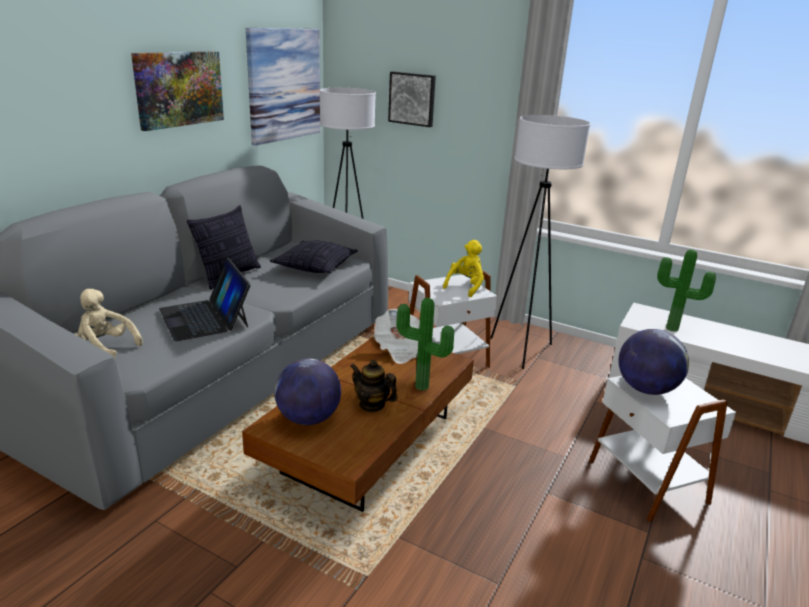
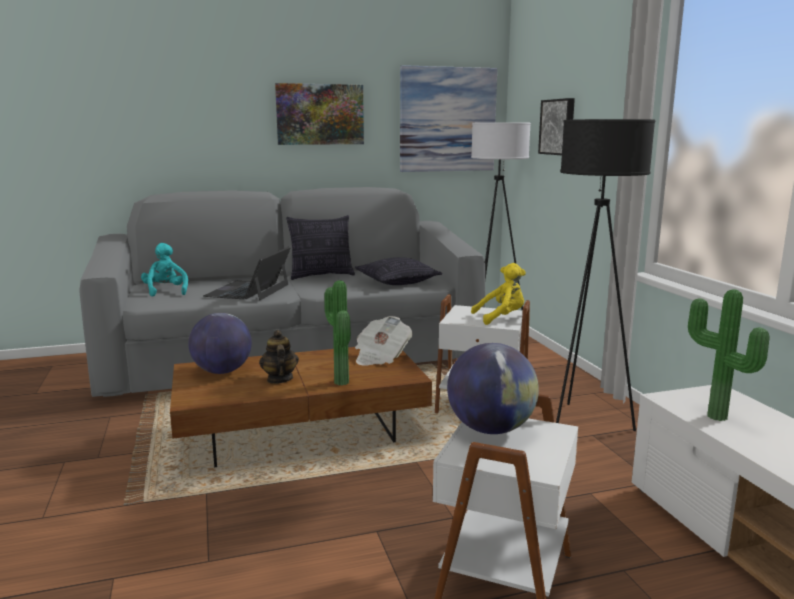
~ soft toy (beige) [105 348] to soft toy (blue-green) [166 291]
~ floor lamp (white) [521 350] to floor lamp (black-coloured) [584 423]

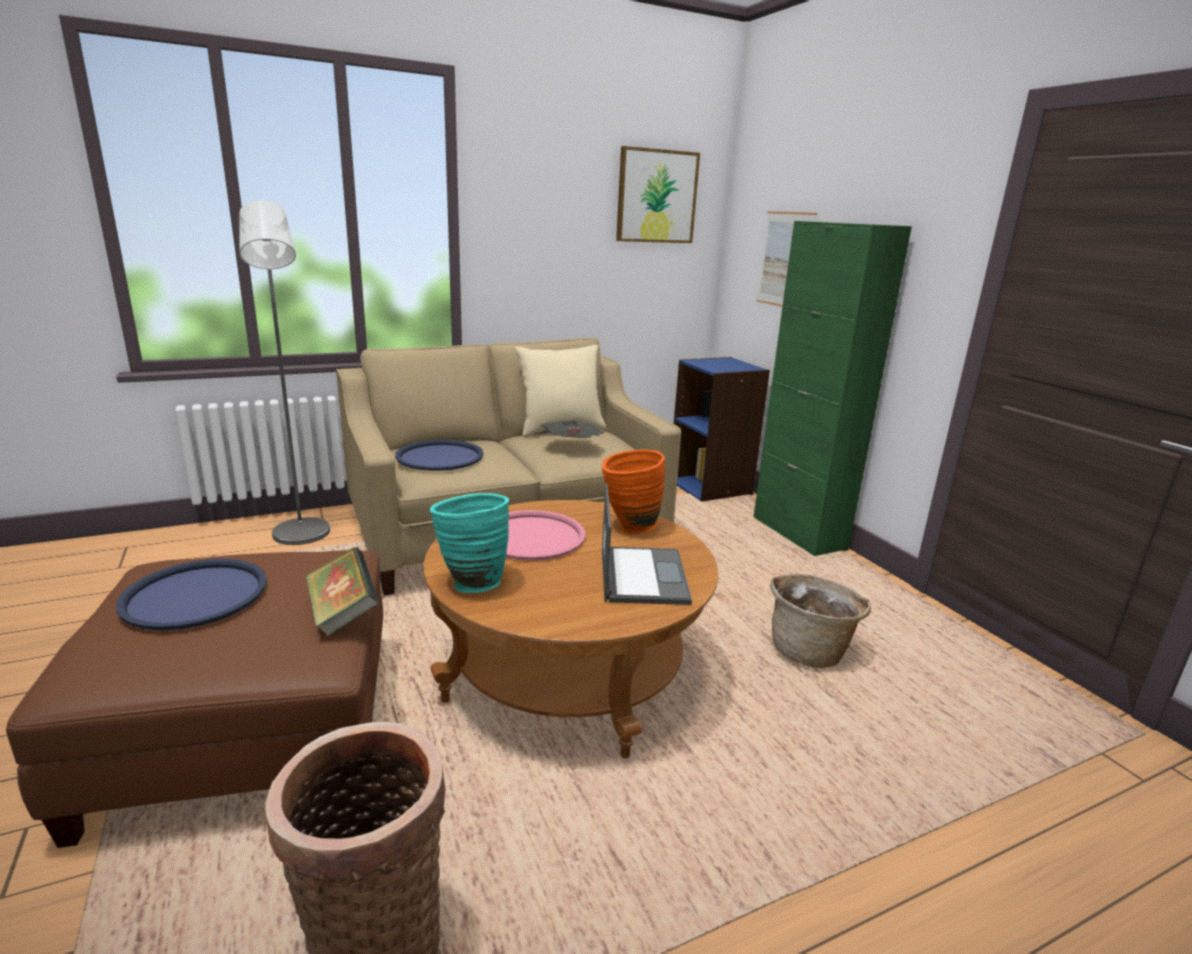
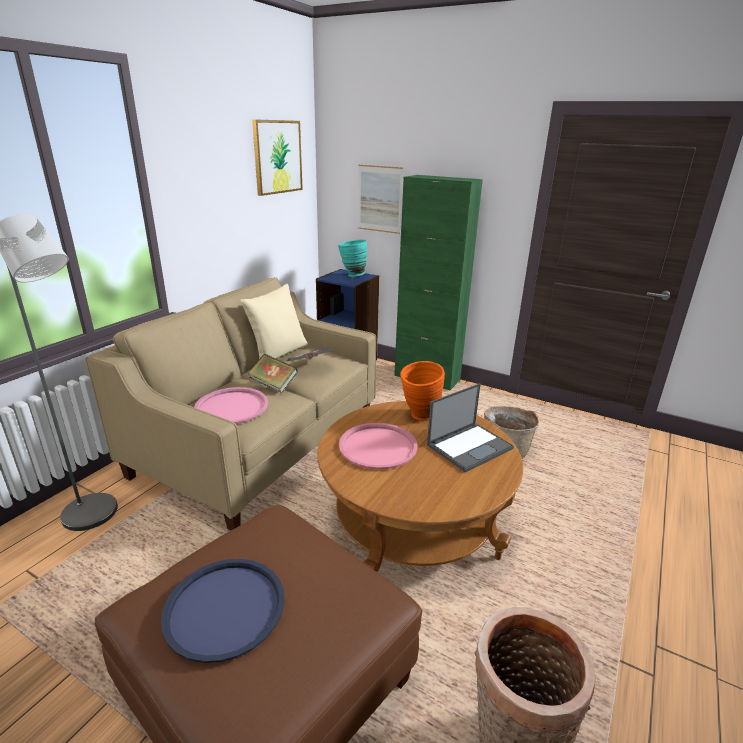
~ bound book [343 613] to [273 385]
~ tray (bluish) [440 457] to tray (pinkish) [232 407]
~ vase (blue-green) [471 582] to [352 275]
~ notebook computer [642 575] = [470 446] 90 degrees clockwise

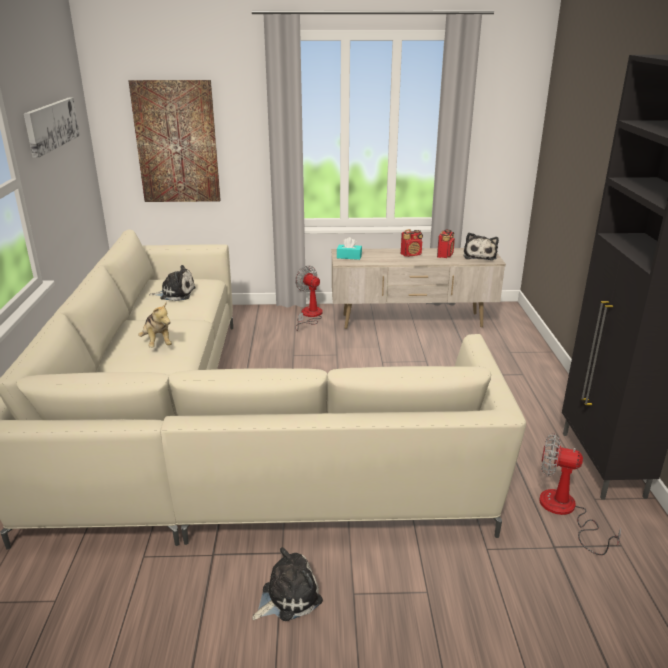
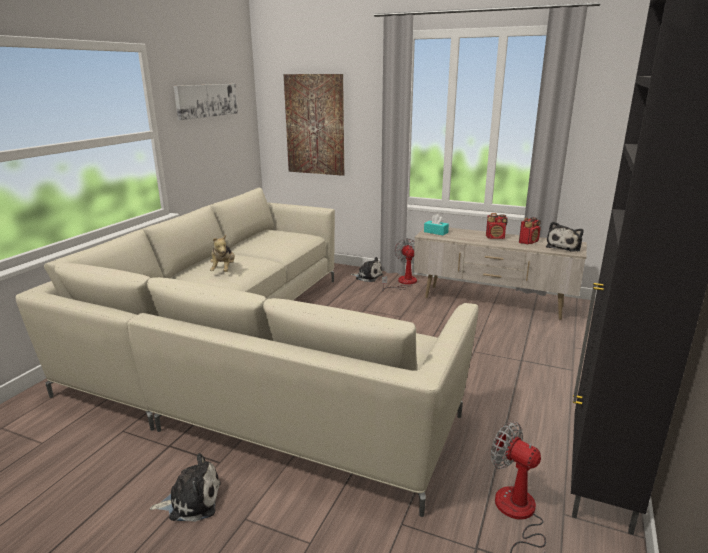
~ soft toy [175 294] to [367 276]

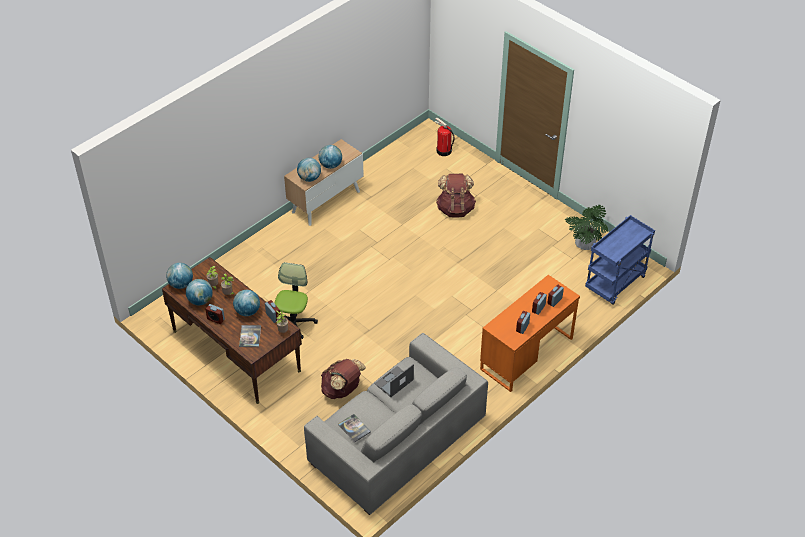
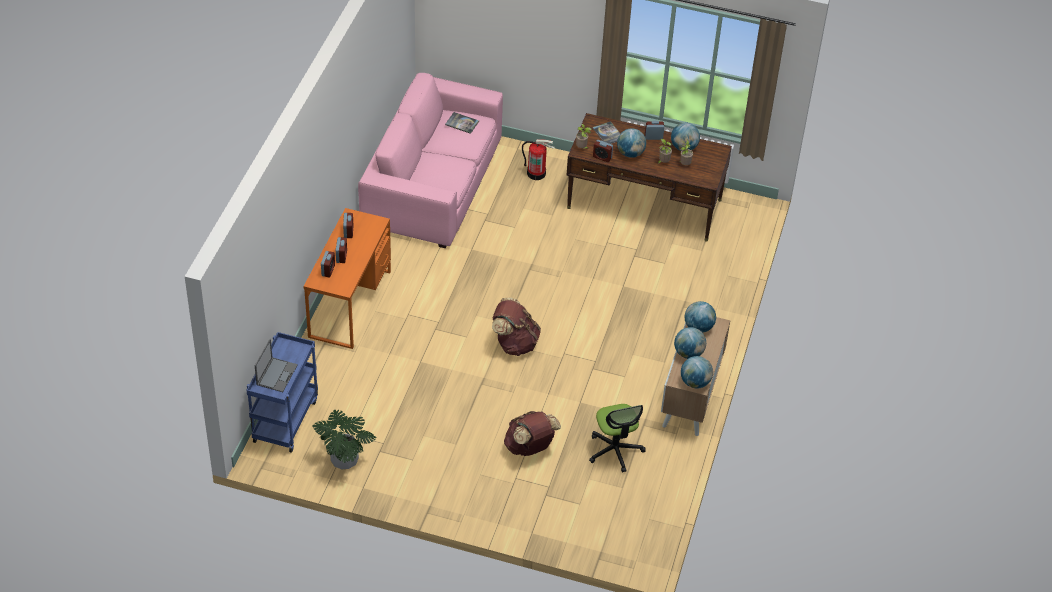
~ desk globe [181 284] to [695 382]
~ desk chair [293 323] to [615 450]
~ sofa (greyish) [396 440] to sofa (pinkish) [432 182]
~ rucksack (brown-coloured) [342 390] to [515 343]
~ notebook computer [394 382] to [277 374]
~ fire extinguisher [443 151] to [536 173]

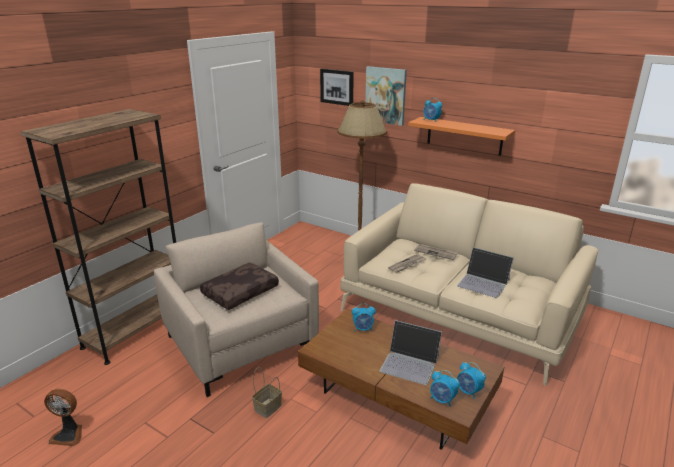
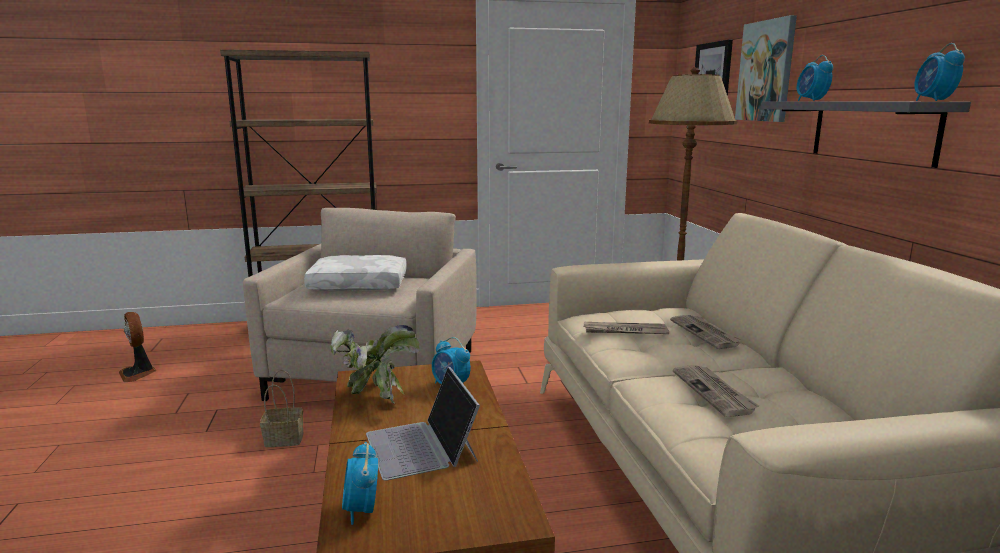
~ pillow (brown-coloured) [240 292] to pillow (white) [360 284]
~ bracket shelf (orangey) [464 136] to bracket shelf (greyish) [873 130]
~ notebook computer [483 283] to printed paper [714 392]
~ bedside clock [468 391] to [933 101]
+ houseplant [374 396]

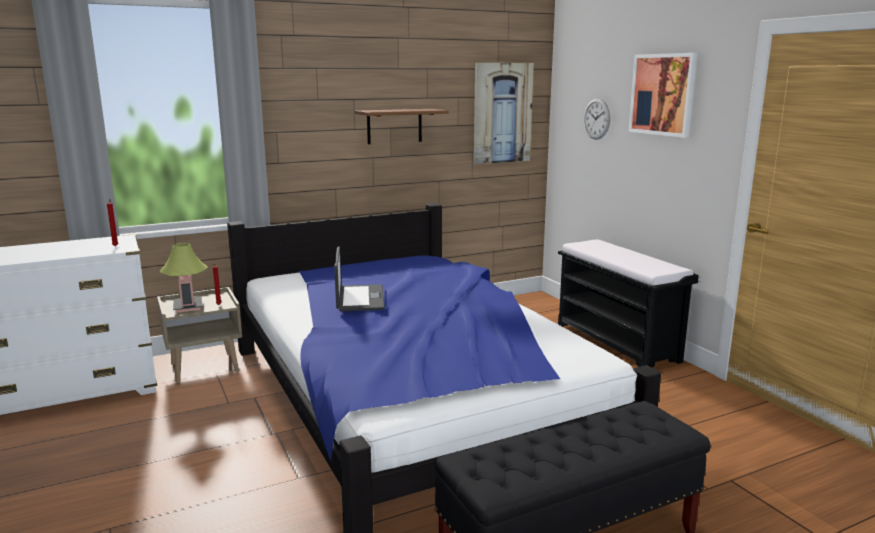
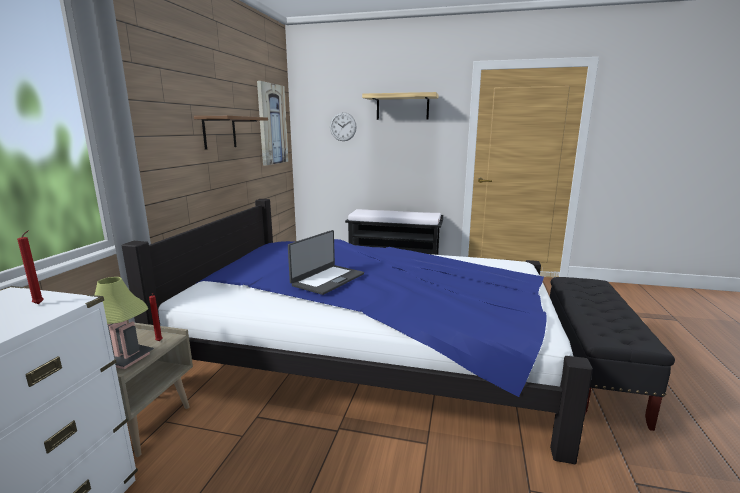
~ notebook computer [359 298] = [327 279] 90 degrees clockwise
~ picture [662 94] to bracket shelf [402 107]

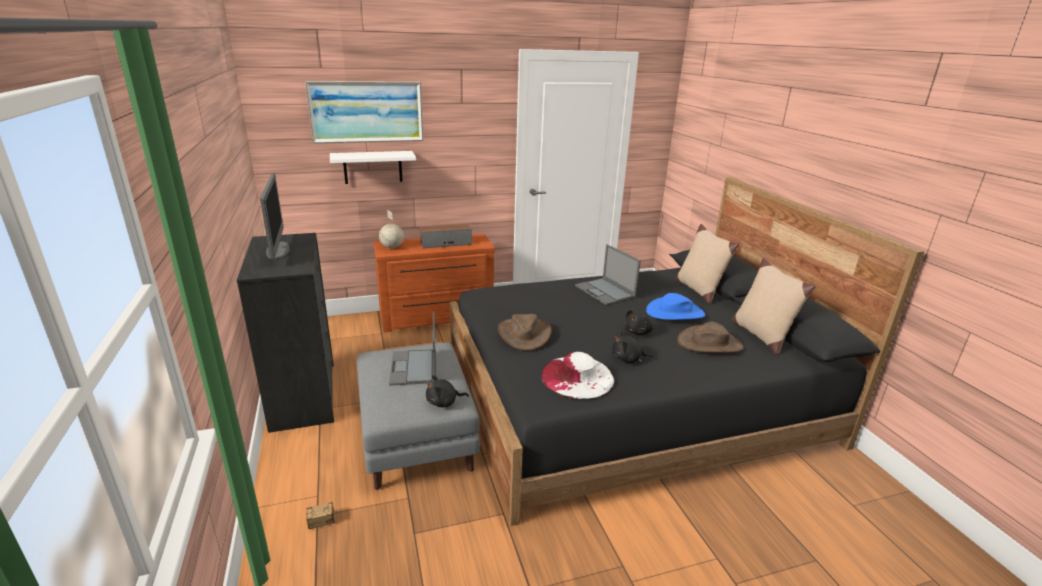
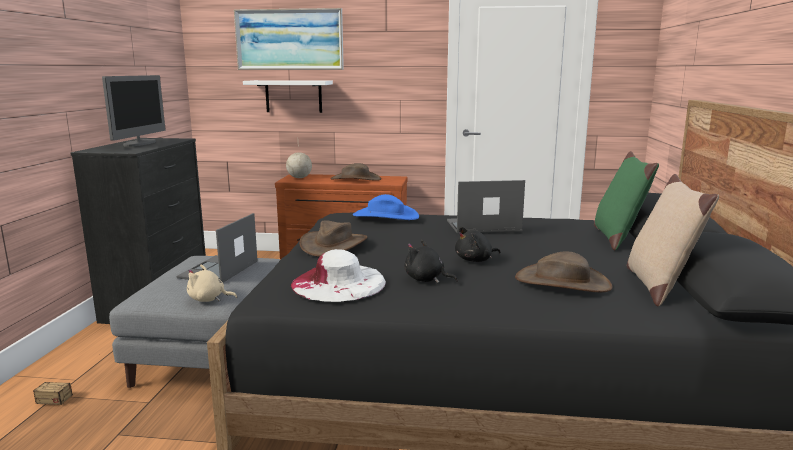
~ loudspeaker [445 243] to wearable hat (brown-coloured) [355 179]
~ soft toy (black-coloured) [444 402] to soft toy (beige) [208 299]
~ notebook computer [605 291] = [482 226] 90 degrees clockwise
~ wearable hat (bluish) [675 313] to [385 216]
~ pillow (beige) [699 290] to pillow (green) [617 238]

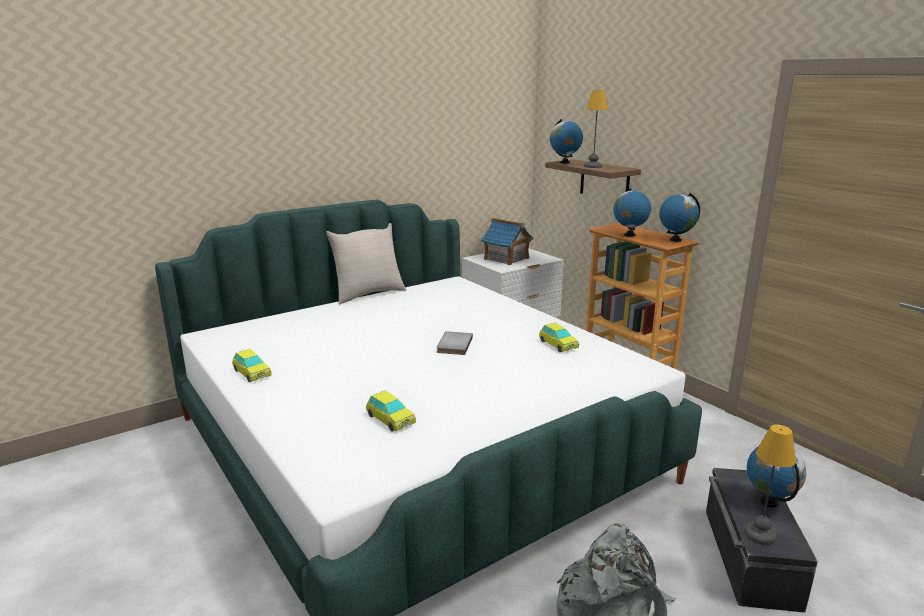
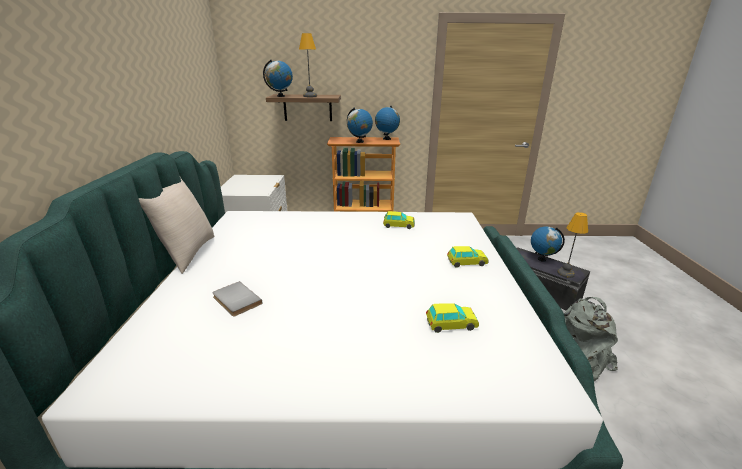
~ model car [252 373] to [466 262]
~ bound book (greyish) [453 345] to [235 301]
- model house [506 258]

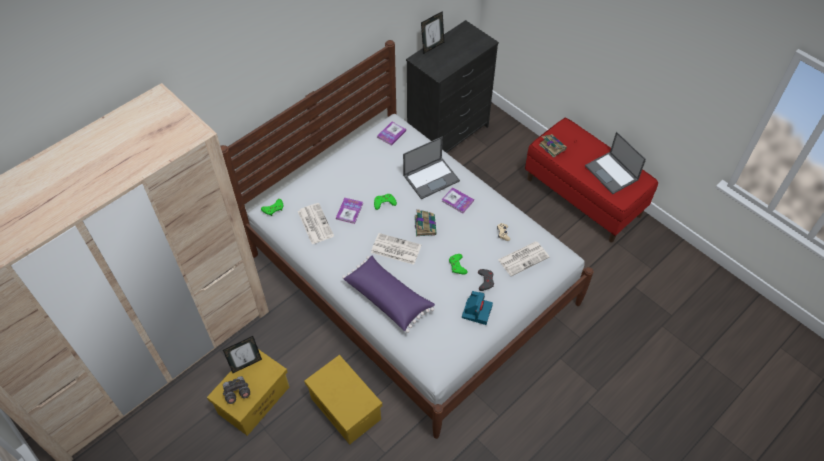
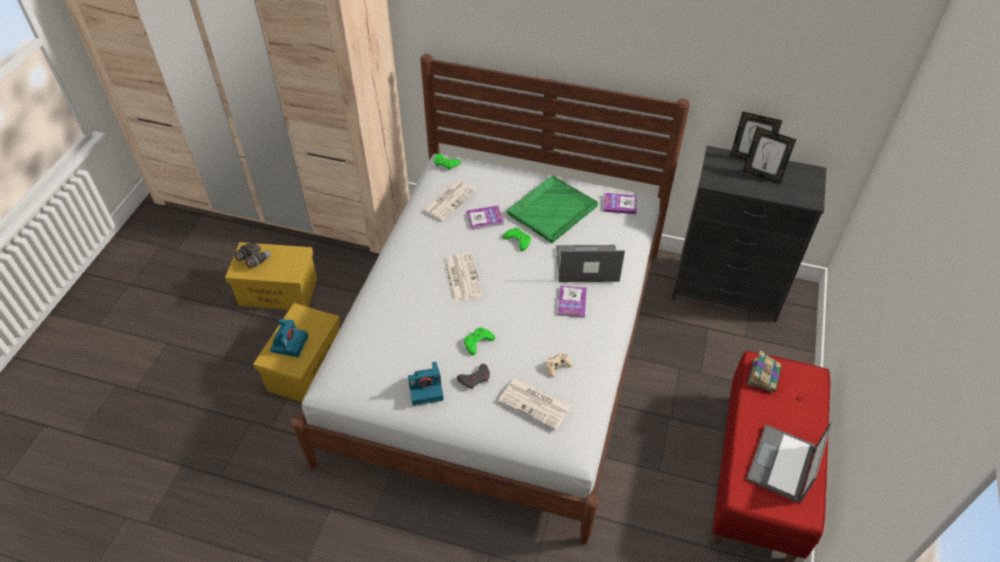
~ standing frame [246 364] to [762 175]
- pillow (purplish) [388 298]
~ notebook computer [431 178] = [586 264] 150 degrees clockwise
- bound book [425 225]
+ still camera [289 343]
+ tray (green) [551 210]

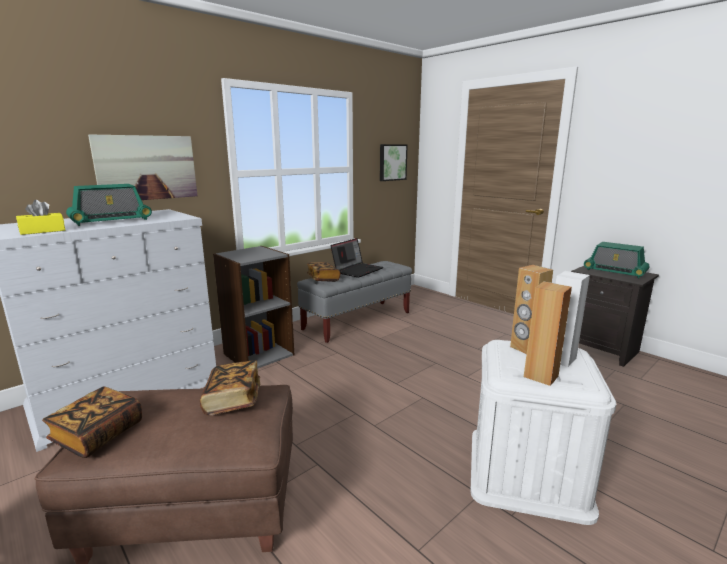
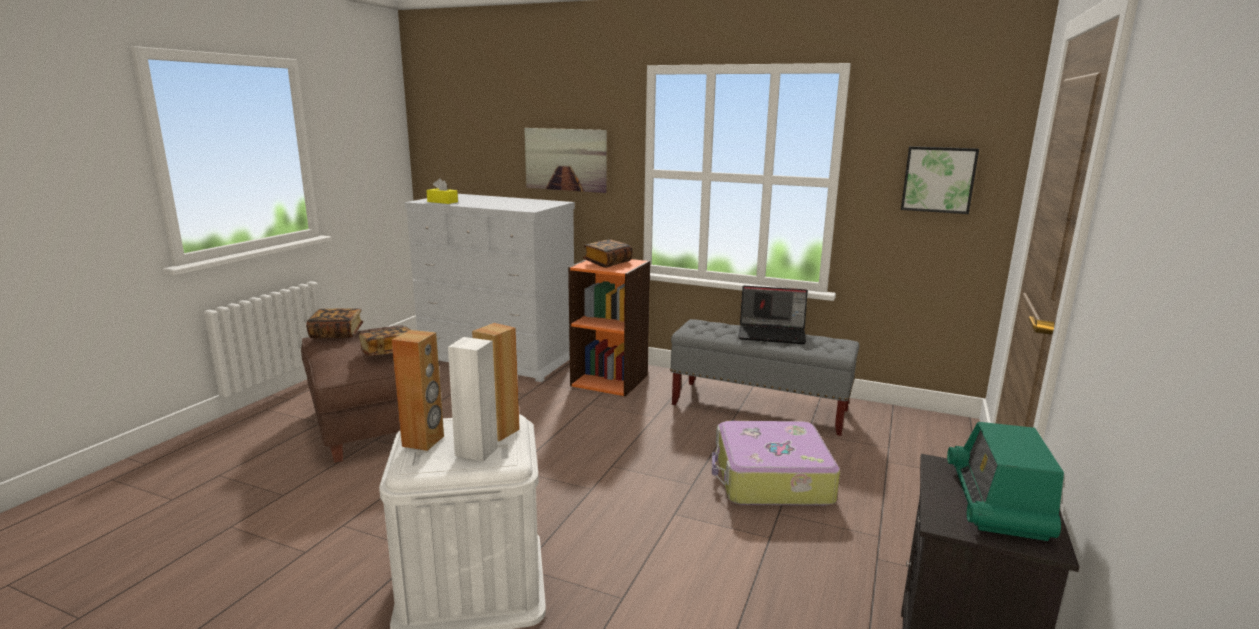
- radio [111 220]
~ shelving unit (greyish) [258 354] to shelving unit (orangey) [610 380]
~ bound book [323 279] to [607 263]
+ piece of luggage [770 479]

